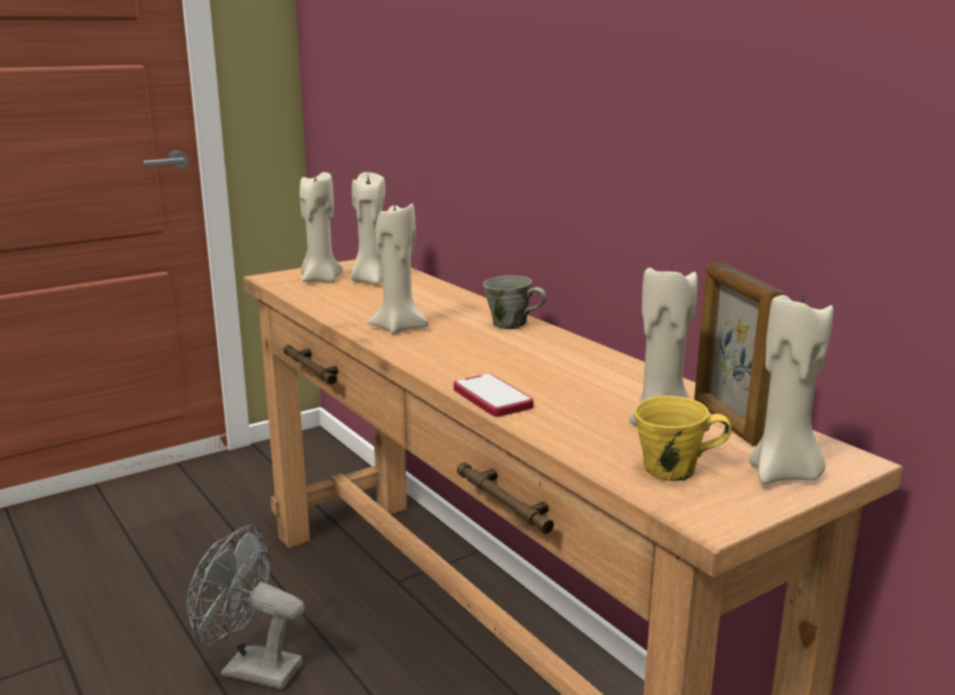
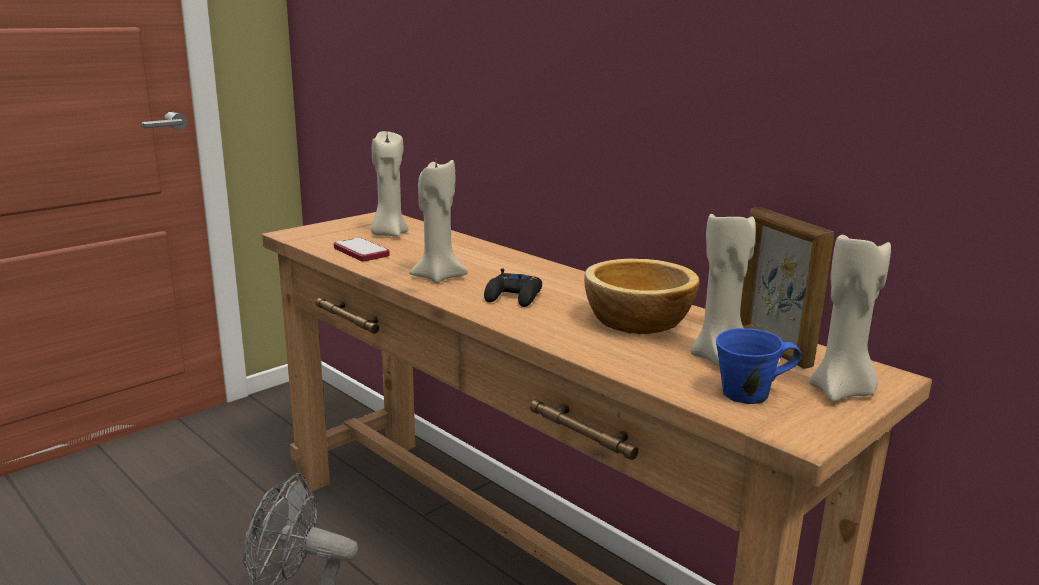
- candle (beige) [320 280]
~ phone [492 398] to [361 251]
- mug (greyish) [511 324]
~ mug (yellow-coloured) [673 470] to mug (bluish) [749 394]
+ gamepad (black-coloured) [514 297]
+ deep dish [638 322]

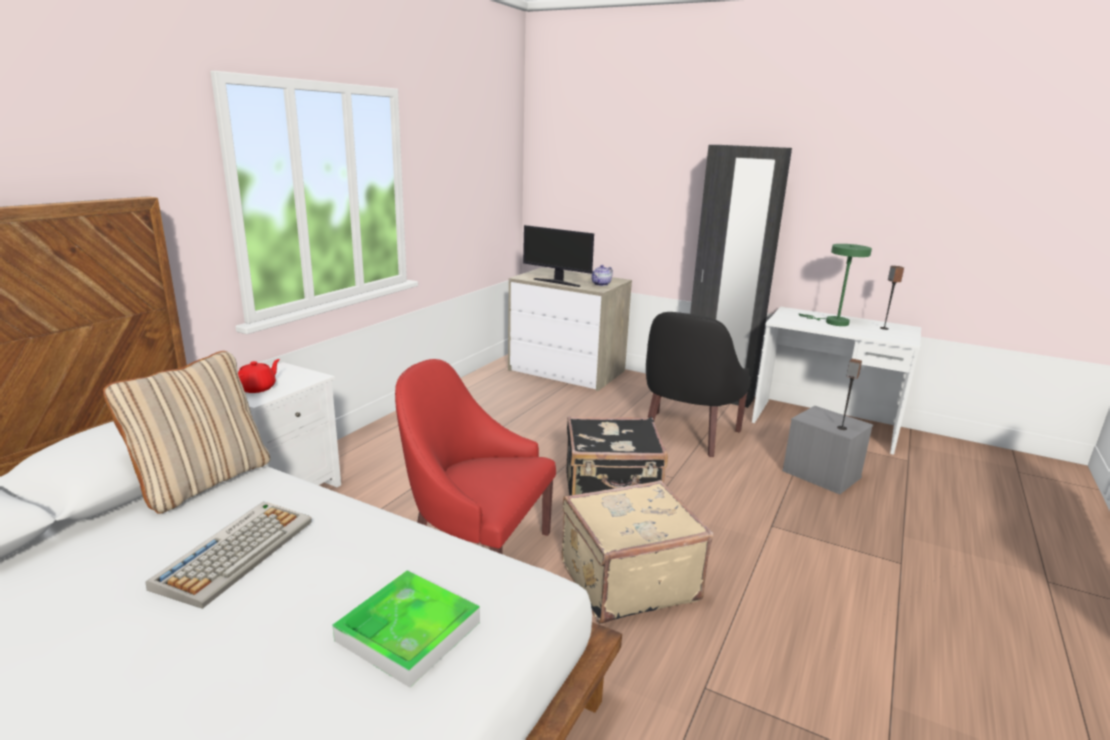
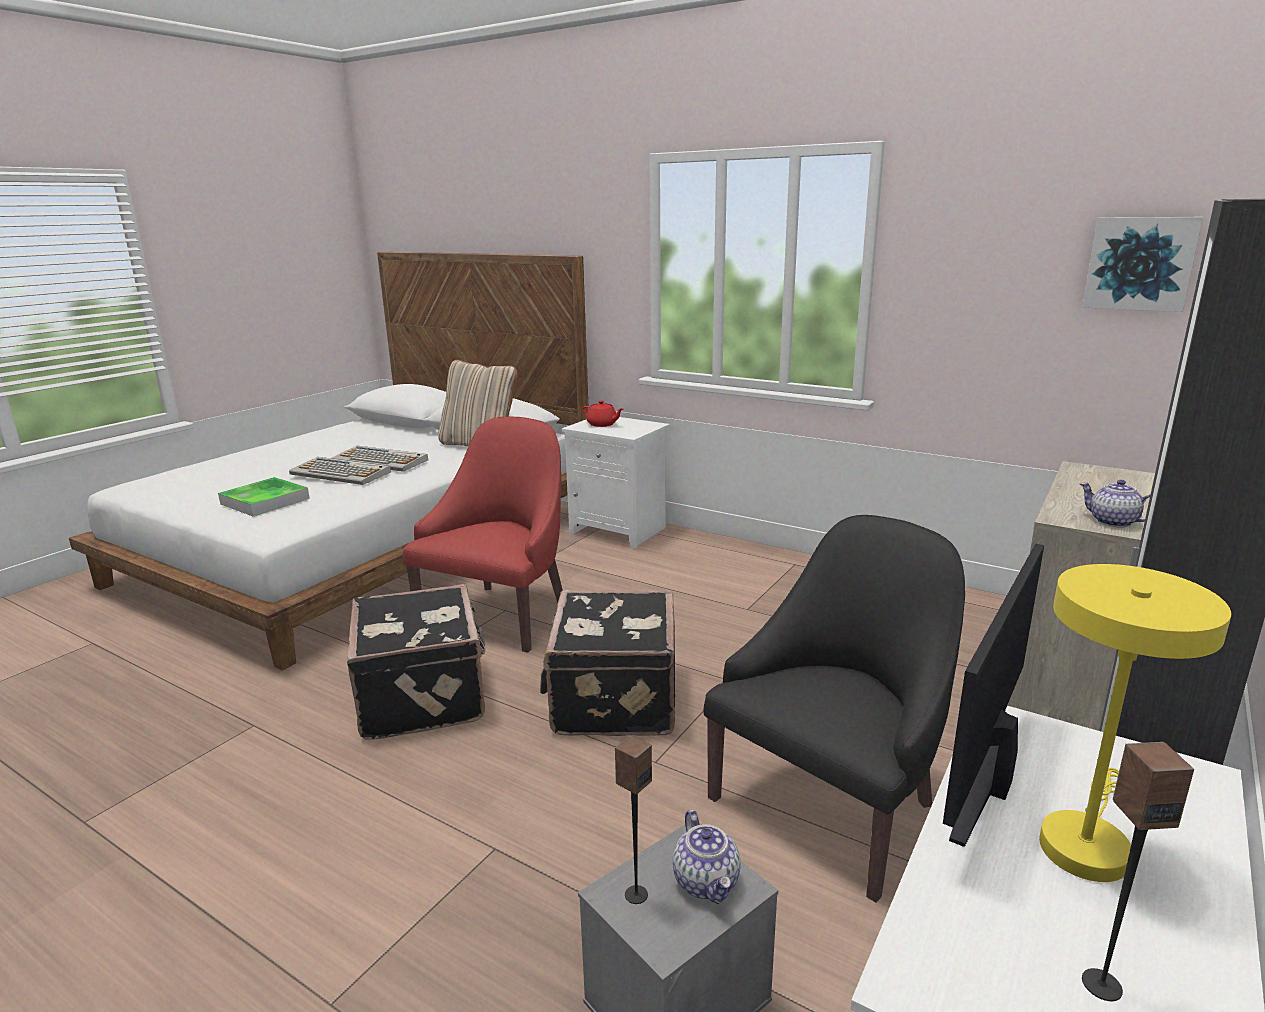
~ monitor [557 282] to [989 784]
~ piece of luggage (beige) [627 580] to piece of luggage (black-coloured) [425 695]
~ lounge chair (black-coloured) [686 435] = [831 804] 105 degrees clockwise
~ table lamp (green) [832 322] to table lamp (yellow-coloured) [1085 841]
+ keyboard [341 473]
+ teapot [707 882]
+ picture [1140 263]

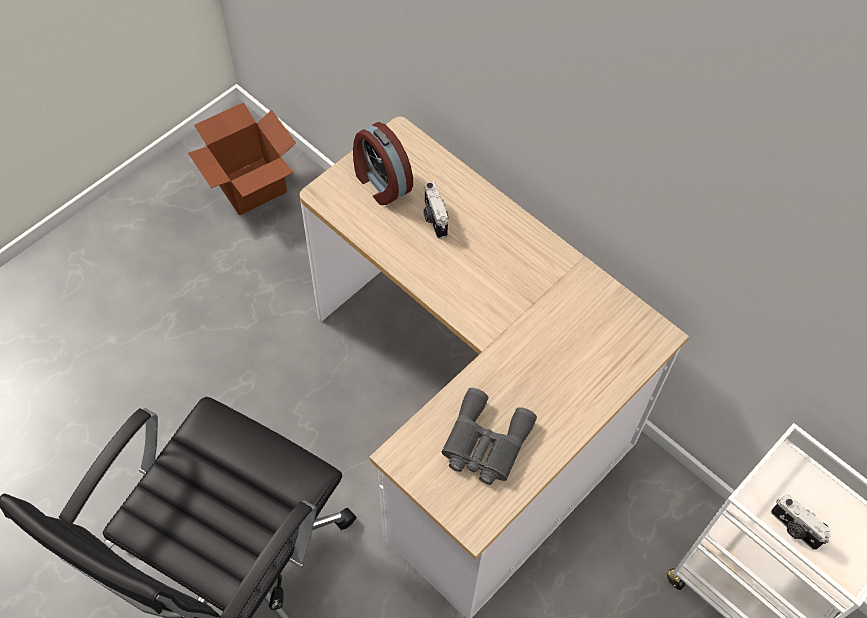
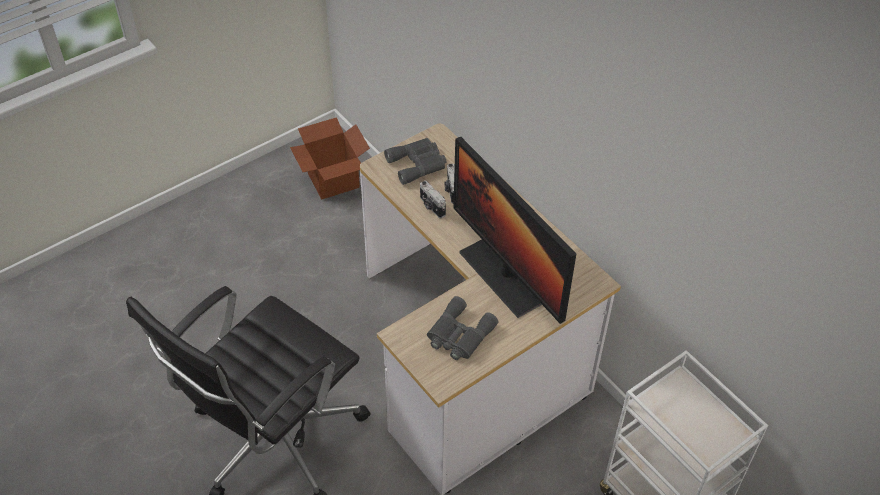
~ bedside clock [380 183] to pair of binoculars (greyish) [418 164]
~ still camera [794 529] to [431 207]
+ monitor [505 274]

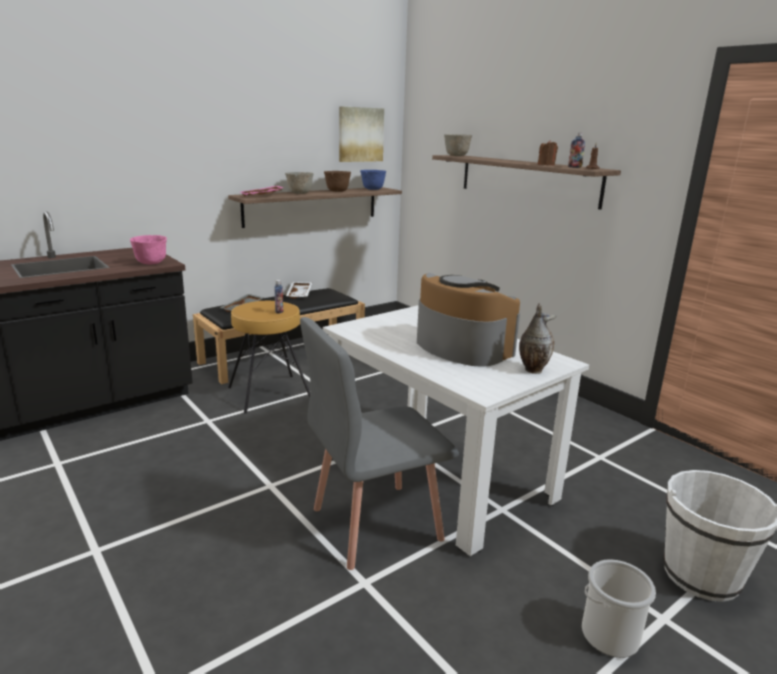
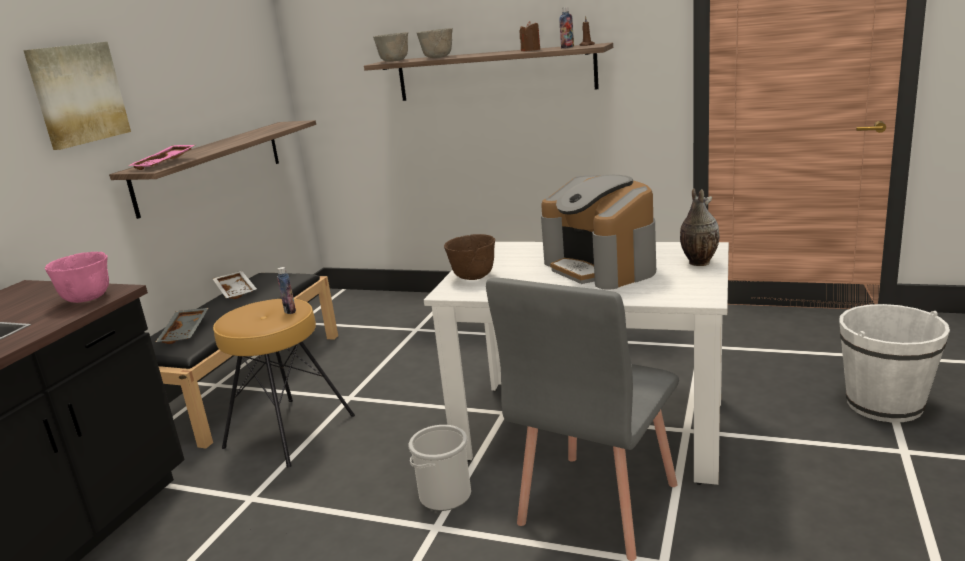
~ deep dish (greyish) [299 193] to [438 57]
~ deep dish (brown-coloured) [337 191] to [473 277]
~ picture [360 134] to [77 94]
- deep dish (bluish) [372 189]
~ coffee maker [461 347] = [601 267] 135 degrees counterclockwise
~ bucket [610 635] to [445 495]

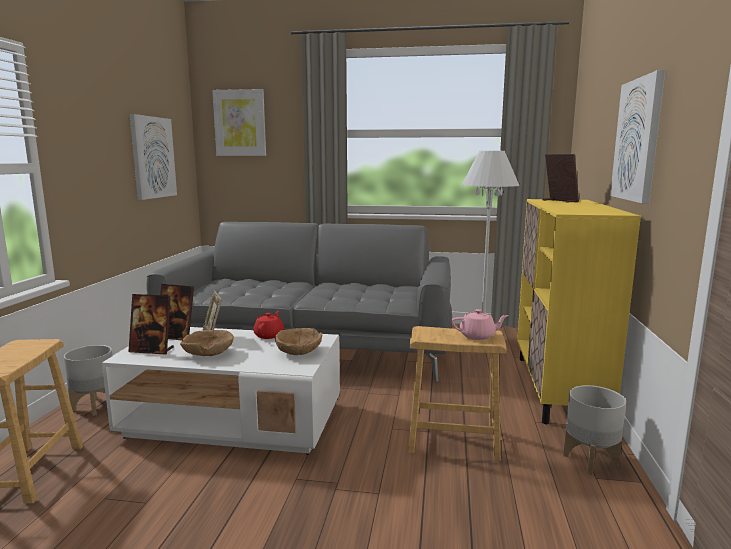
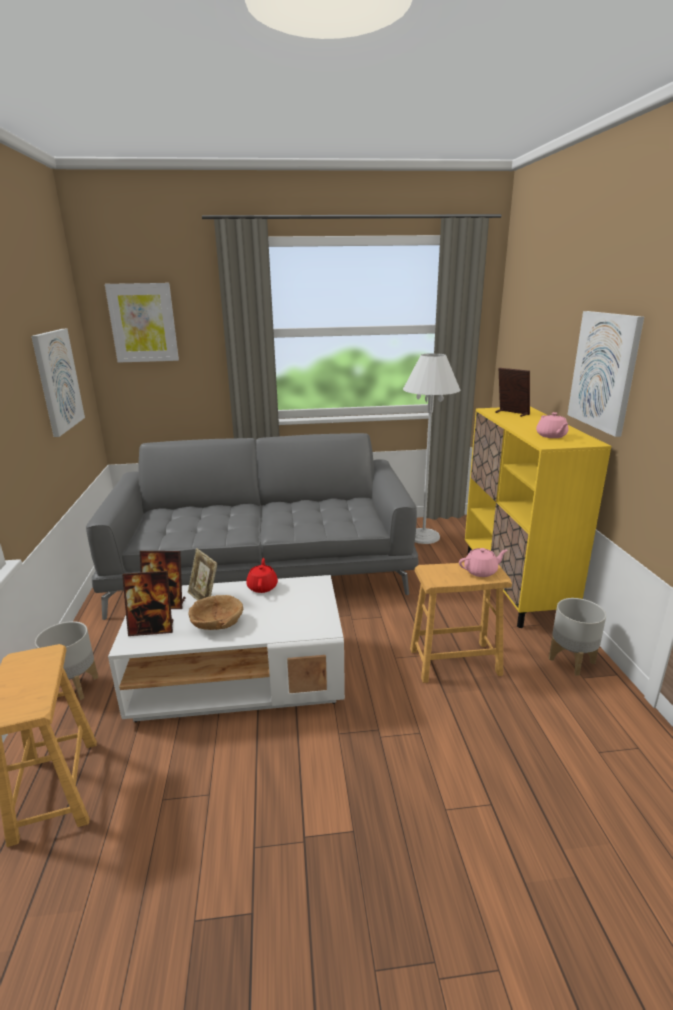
- deep dish (brown-coloured) [299 351]
+ teapot (pinkish) [551 436]

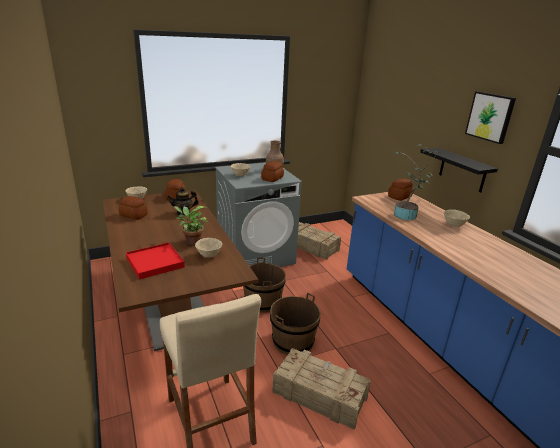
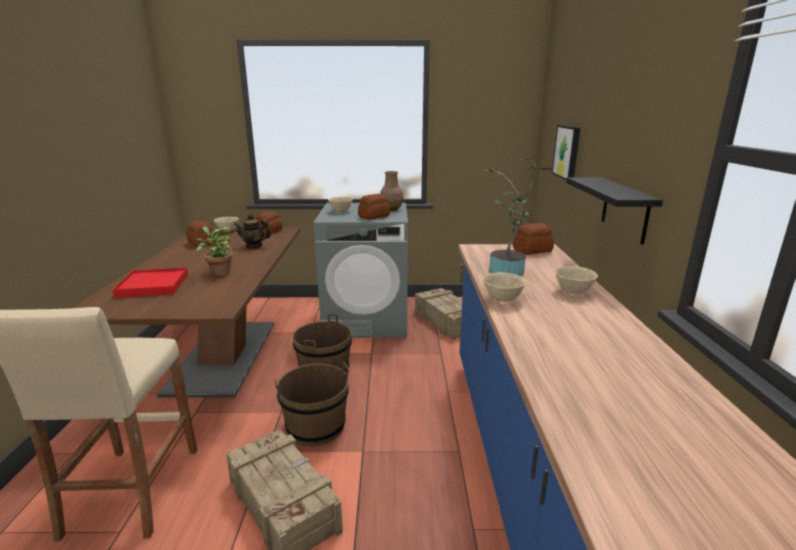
~ deep dish (beige) [209 255] to [502 299]
~ picture [490 117] to [567 152]

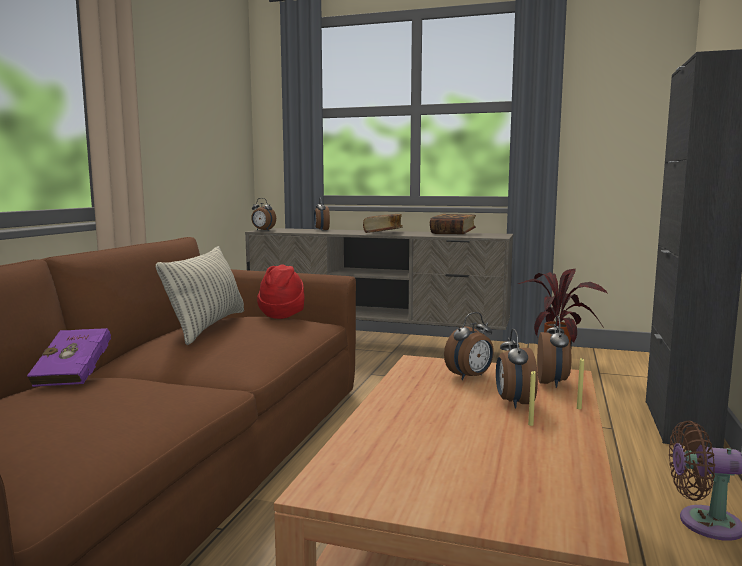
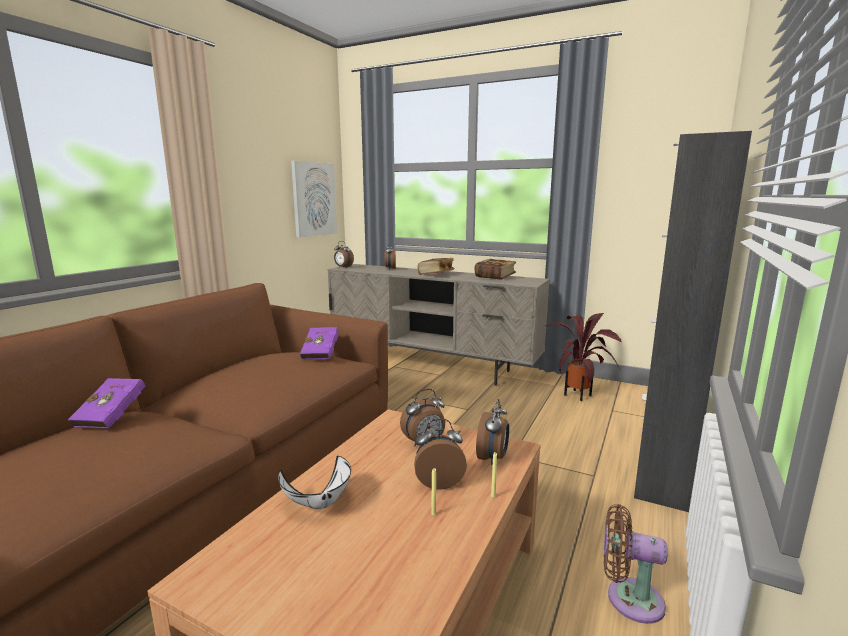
- pillow [208 326]
~ wearable hat (reddish) [282 314] to bound book (purplish) [321 353]
~ bedside clock [513 402] = [439 482] 75 degrees clockwise
+ deep dish (white) [320 503]
+ picture [314 199]

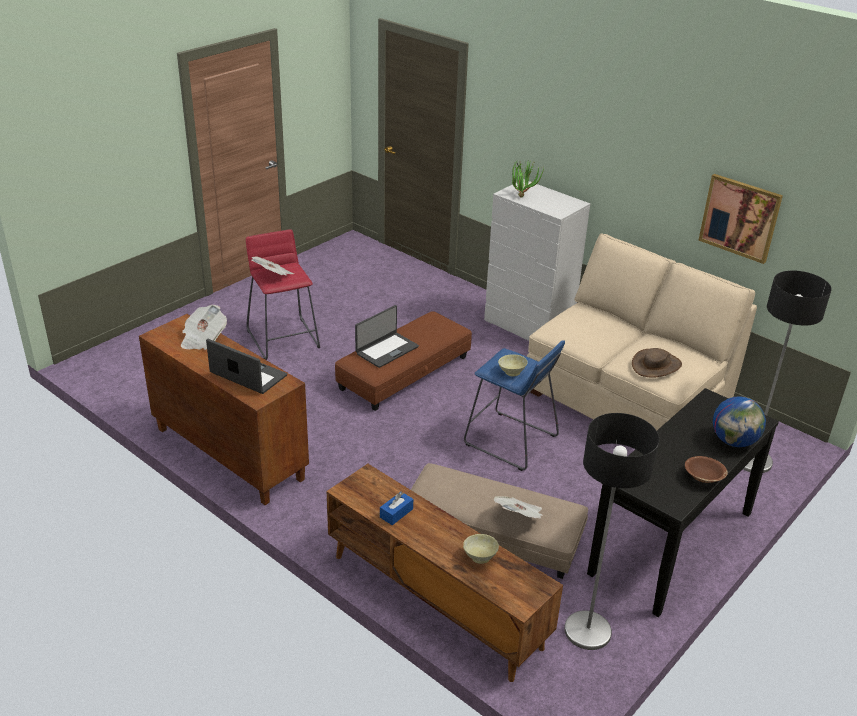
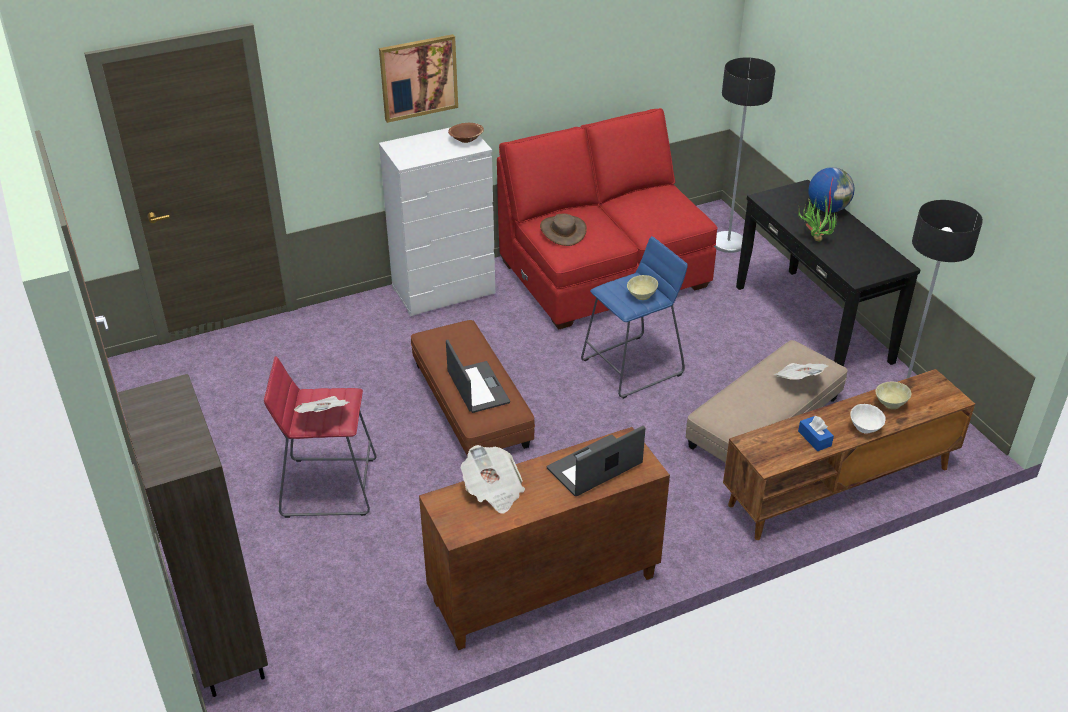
~ houseplant [523 195] to [813 238]
~ sofa (beige) [626 398] to sofa (reddish) [604 274]
~ wearable hat (brown-coloured) [656 365] to [563 231]
~ deep dish (brown-coloured) [703 477] to [466 139]
~ picture [740 217] to [418 77]
+ shelving unit (brown-coloured) [224 647]
+ deep dish (white) [864 428]

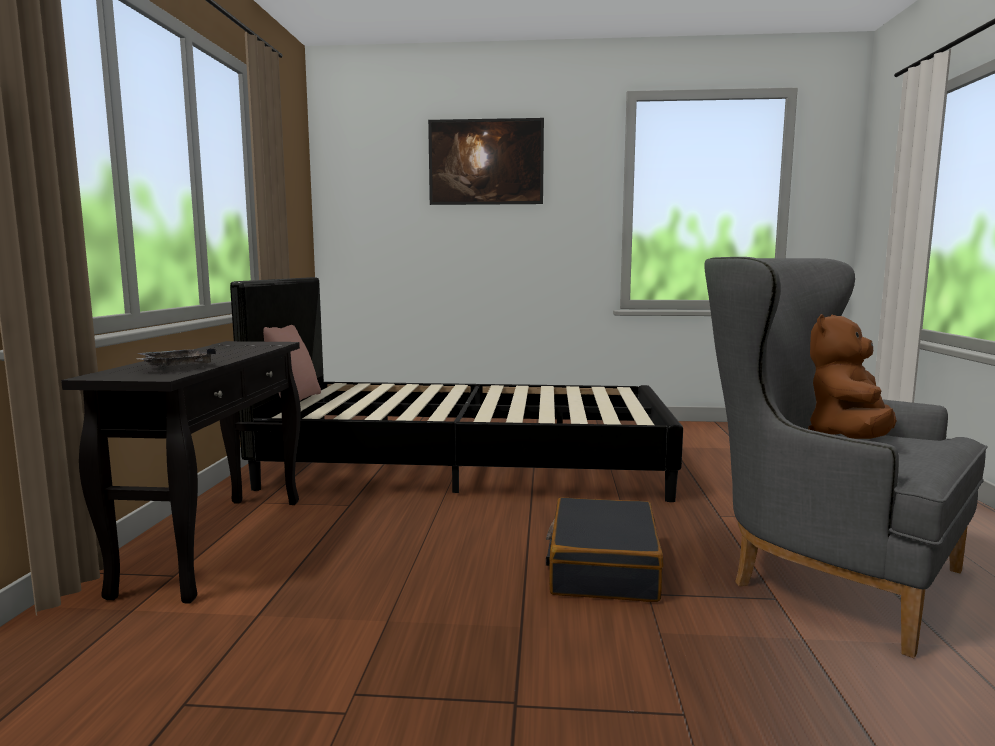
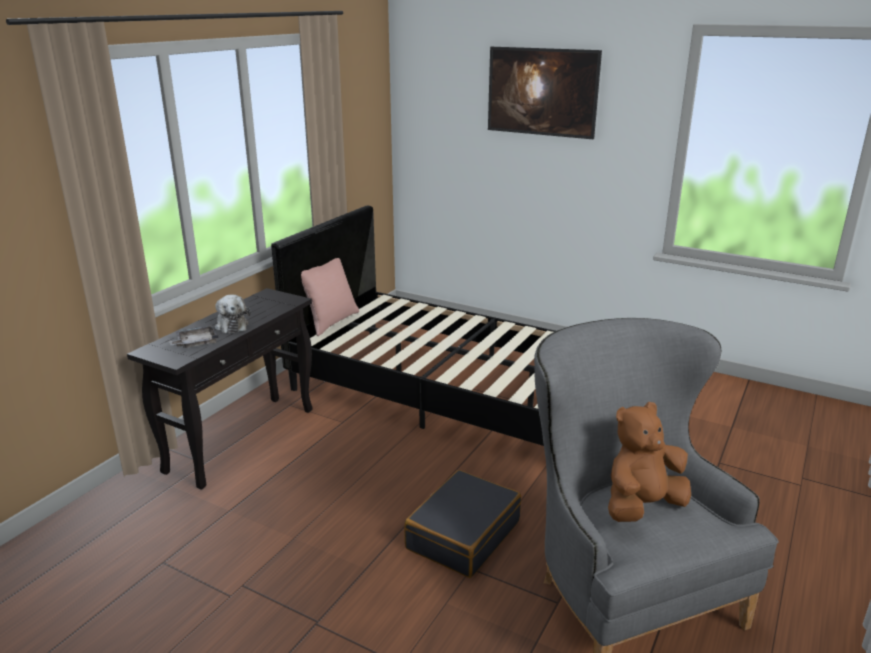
+ soft toy [231 325]

